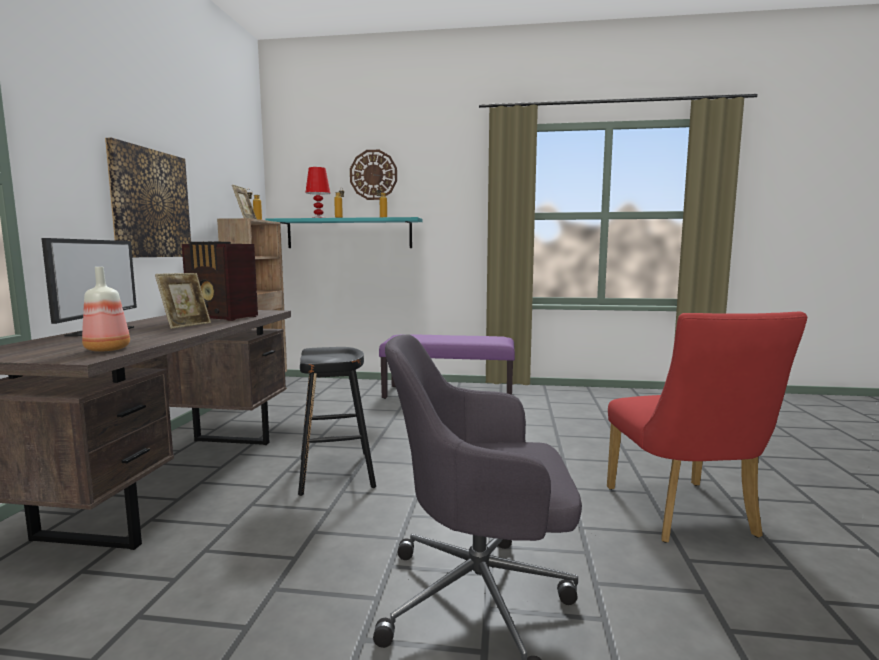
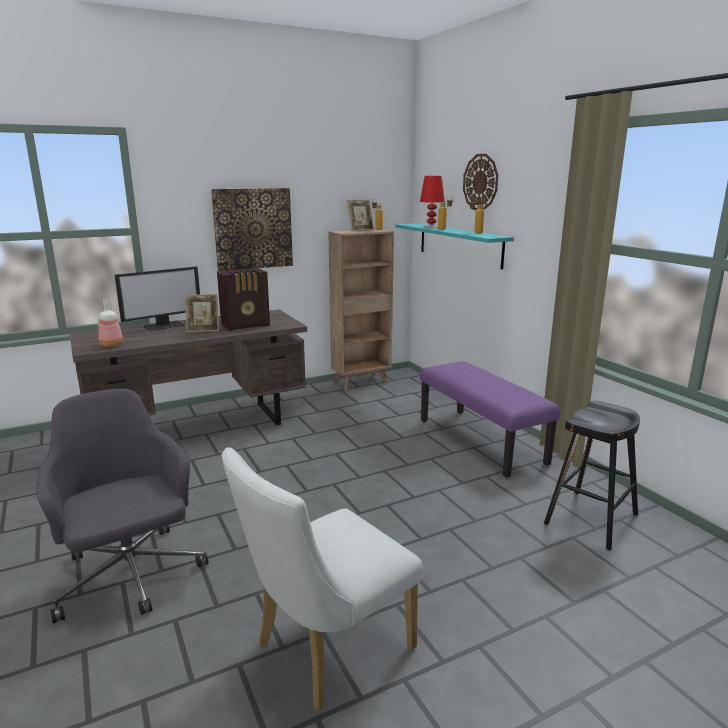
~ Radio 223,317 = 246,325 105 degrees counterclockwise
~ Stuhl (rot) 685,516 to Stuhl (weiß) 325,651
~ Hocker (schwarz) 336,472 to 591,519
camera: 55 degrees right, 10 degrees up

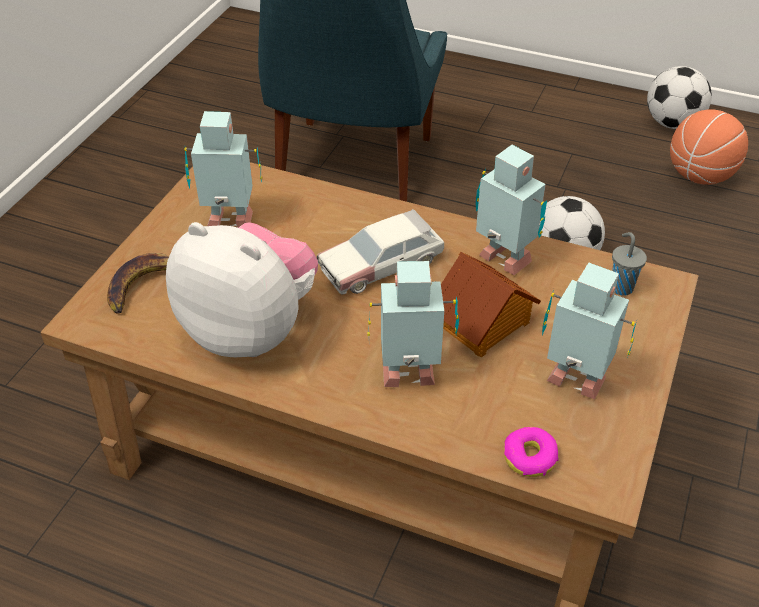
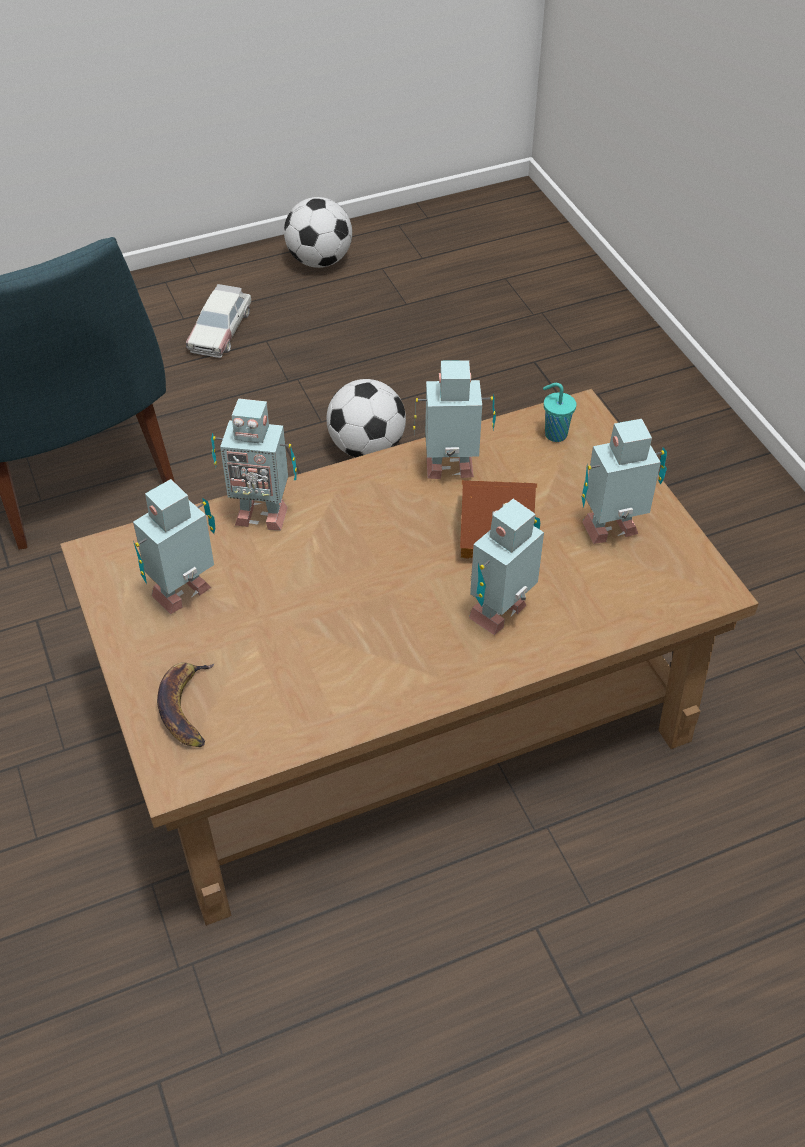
- Basketball 700,176
~ Spielzeugauto 381,263 to 220,330
- Plüschtier 251,330
~ Tasse (grau) 621,287 to Tasse (türkis) 554,434
- Donut 529,458
+ Spielzeugroboter 260,513
camera: 45 degrees left, 5 degrees up

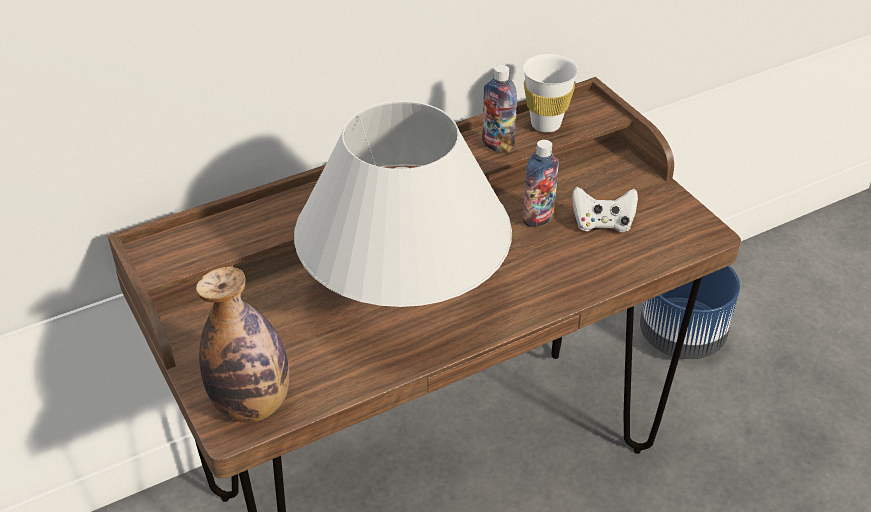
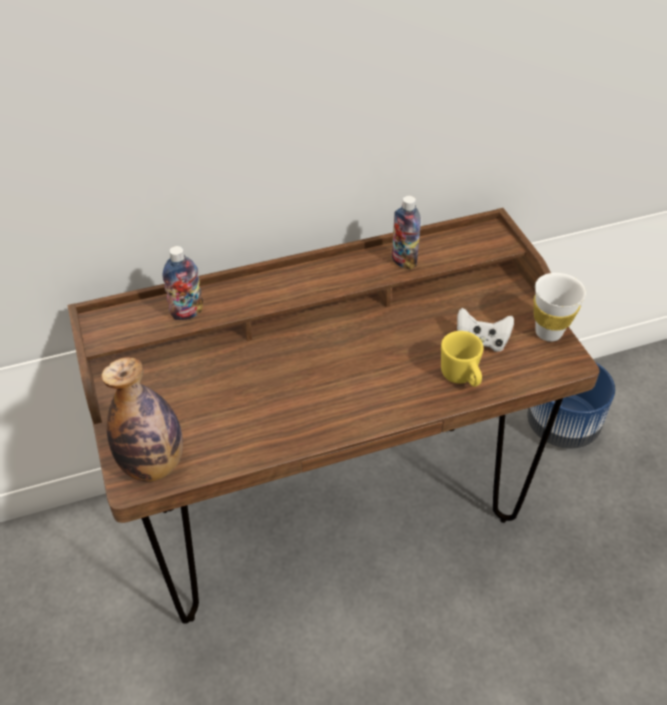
~ Tasse (weiß) 545,124 to 548,332
- Tischlampe (weiß) 405,295
~ Flasche 538,218 to 187,312
+ Henkelbecher (gelb) 461,378
camera: 10 degrees right, 5 degrees up

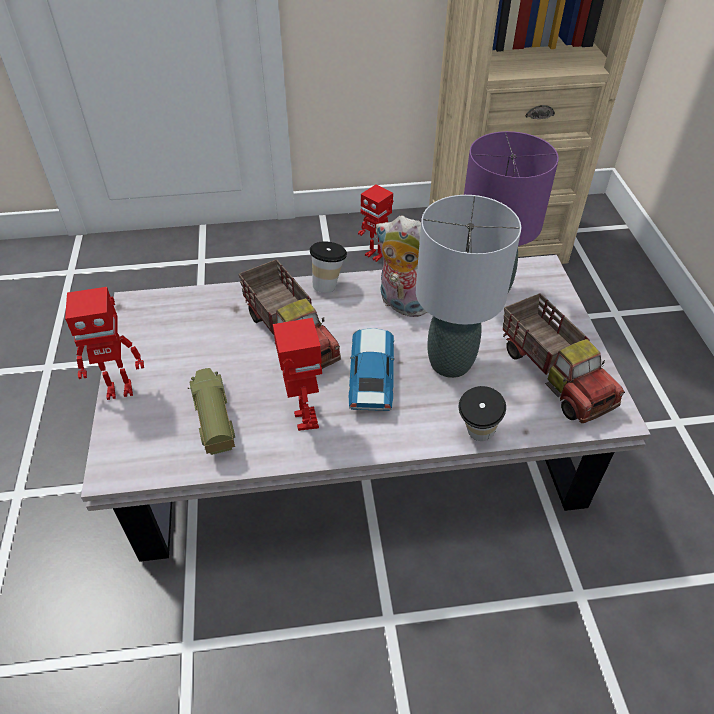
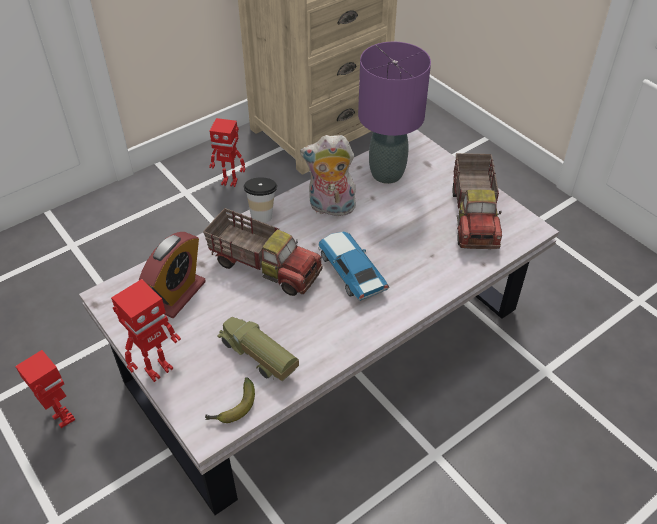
- Tischlampe (grau) 451,363
~ Spielzeuglaster 554,374 = 474,216 60 degrees clockwise
~ Spielzeugroboter 304,420 to 62,419
- Tasse 476,437
+ Wecker 177,294
+ Banane 233,408
camera: 30 degrees left, 0 degrees up

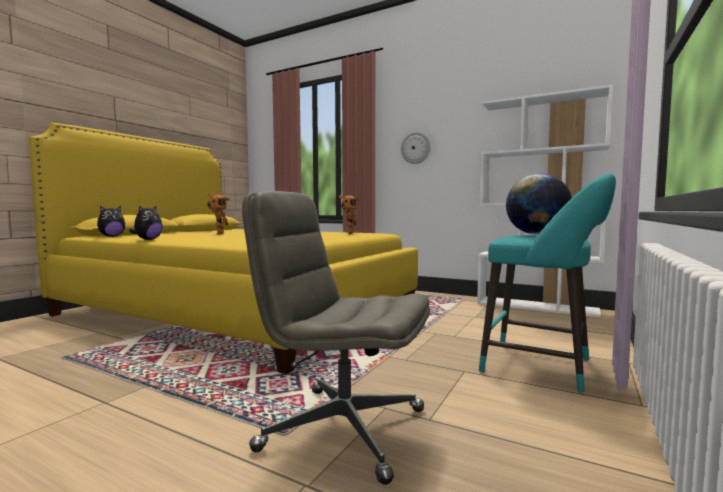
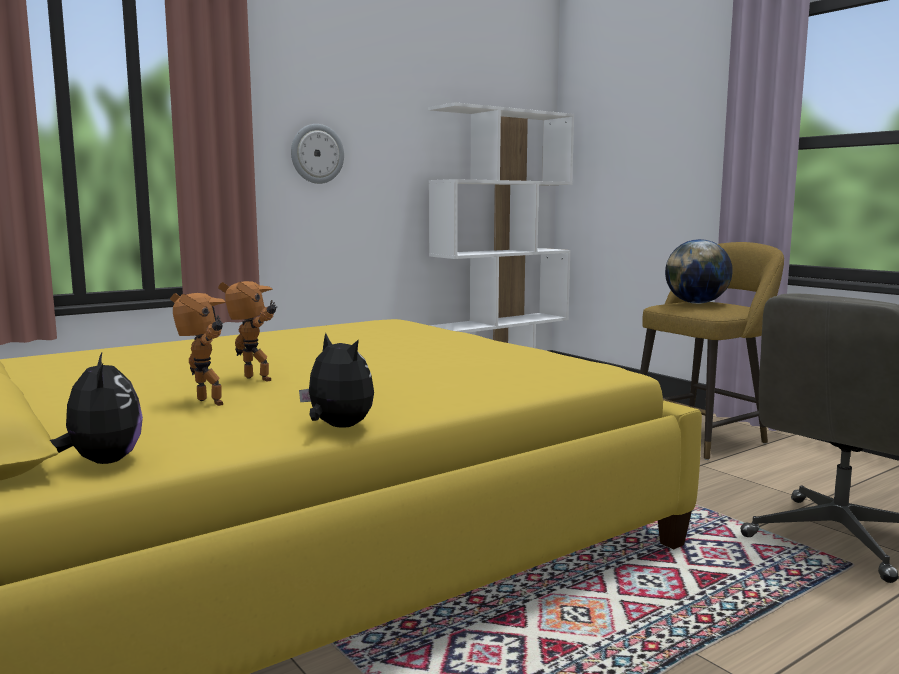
~ Hocker (türkis) 544,367 to Hocker (gelb) 703,438
~ Spielzeugroboter 348,233 to 205,403
camera: 65 degrees left, 5 degrees up

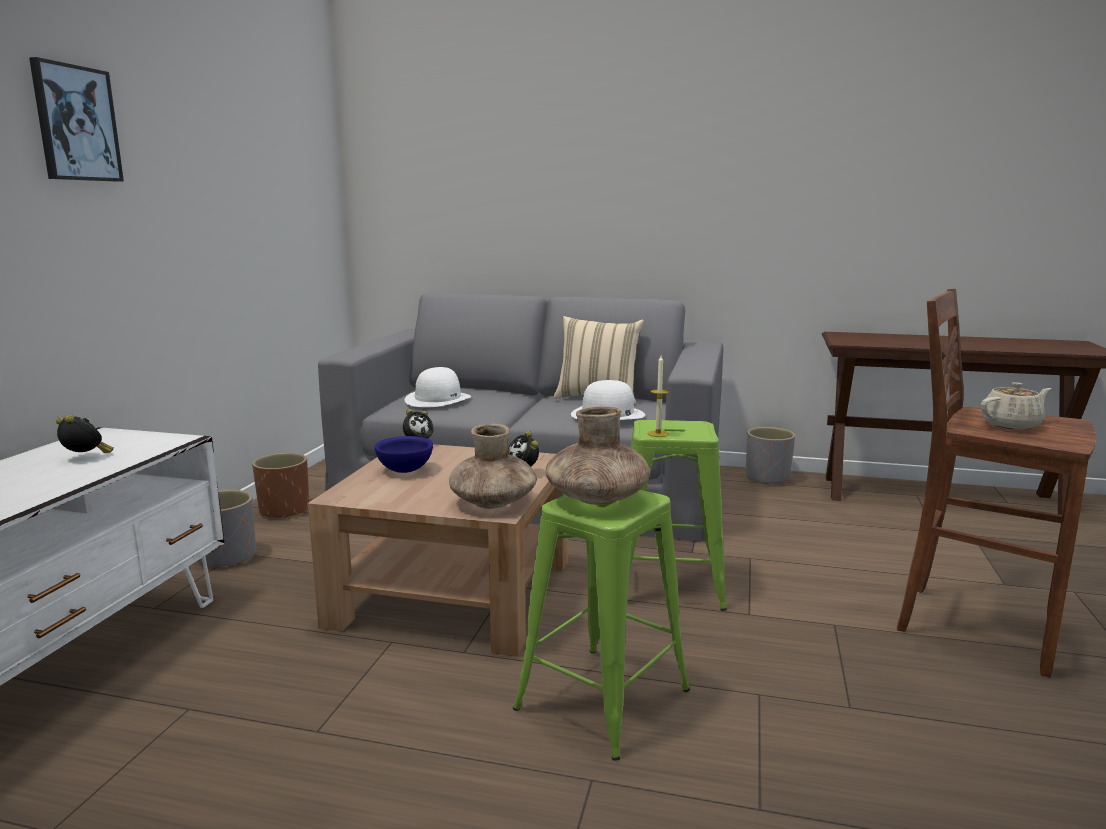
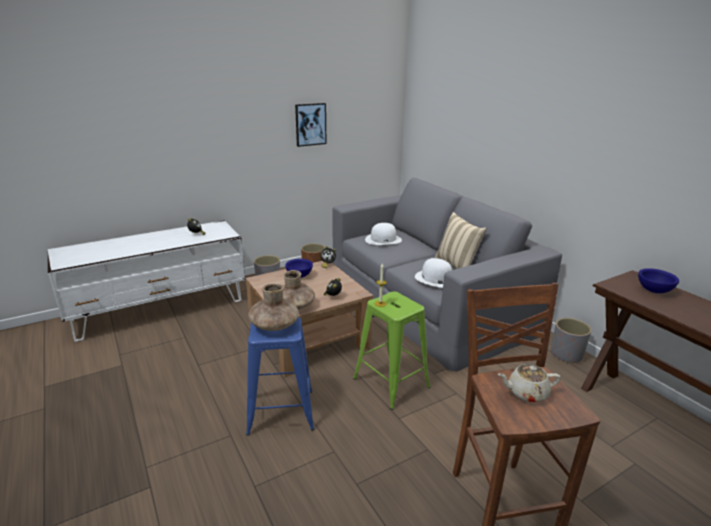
~ Bild 76,123 to 310,124
~ Teekanne (beige) 1011,425 = 526,393 150 degrees clockwise
~ Hocker (grün) 601,700 to Hocker (blau) 280,412
+ Schüssel (blau) 653,290
camera: 45 degrees right, 10 degrees up

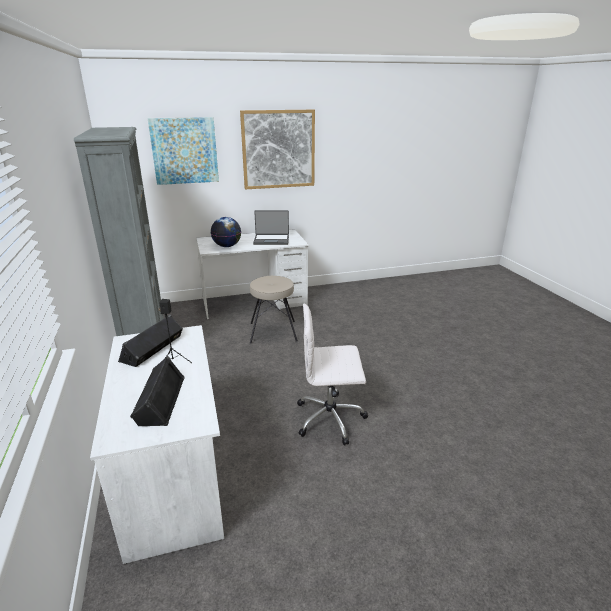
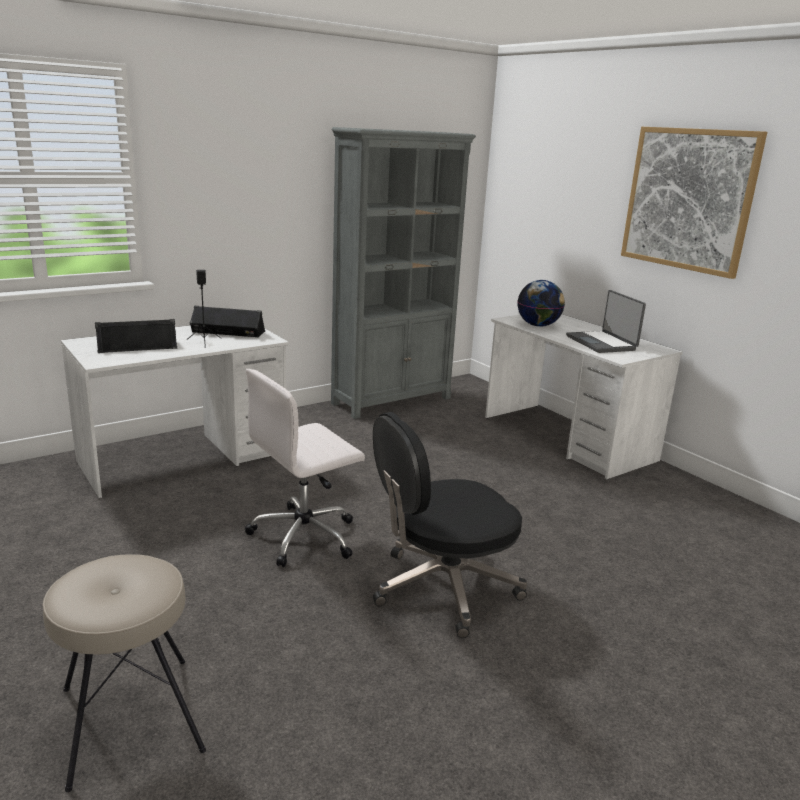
- Bild 184,151
~ Hocker (beige) 273,332 to 129,719
~ Bürostuhl (weiß) 331,418 = 305,536 105 degrees counterclockwise
+ Bürostuhl (schwarz) 442,588
camera: 70 degrees right, 5 degrees down

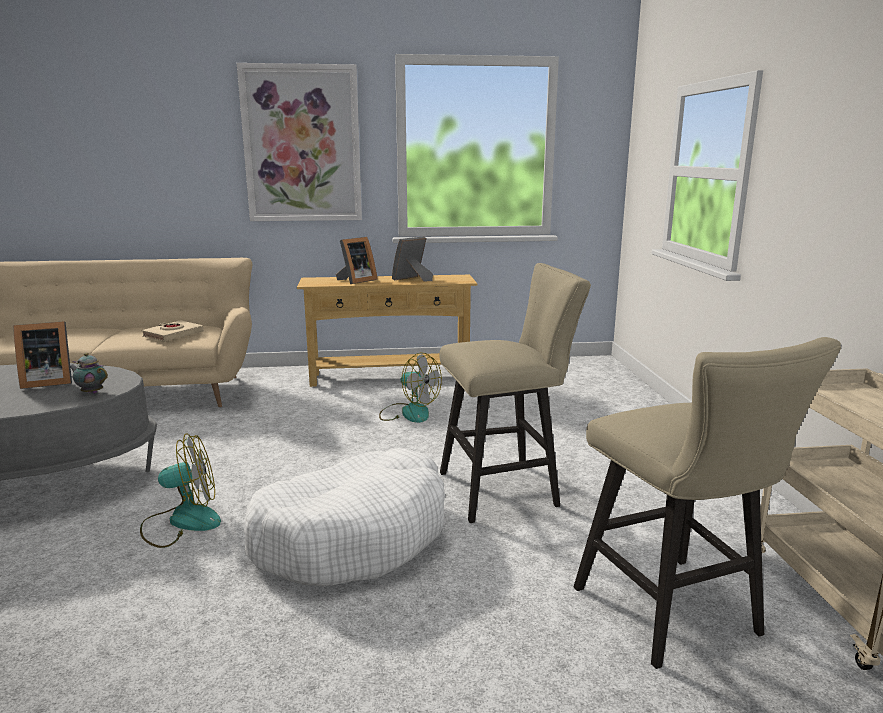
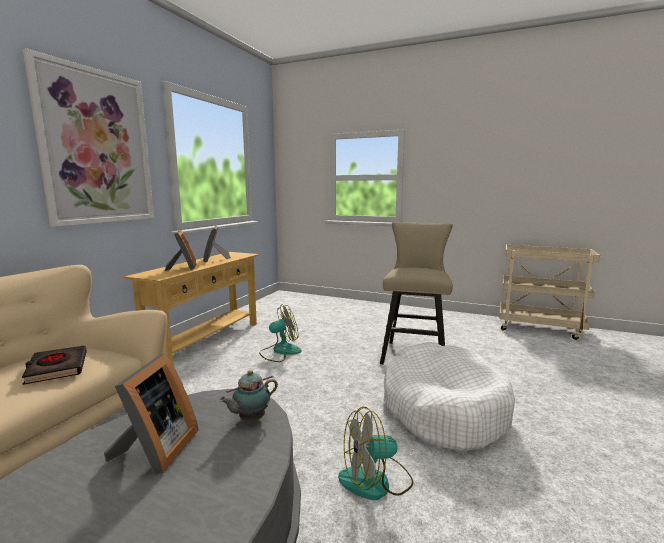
~ Buch (beige) 173,335 to Buch (schwarz) 57,368
- Hocker (beige) 675,617
~ Ventilator 182,522 = 376,481 120 degrees counterclockwise
camera: 60 degrees left, 5 degrees down

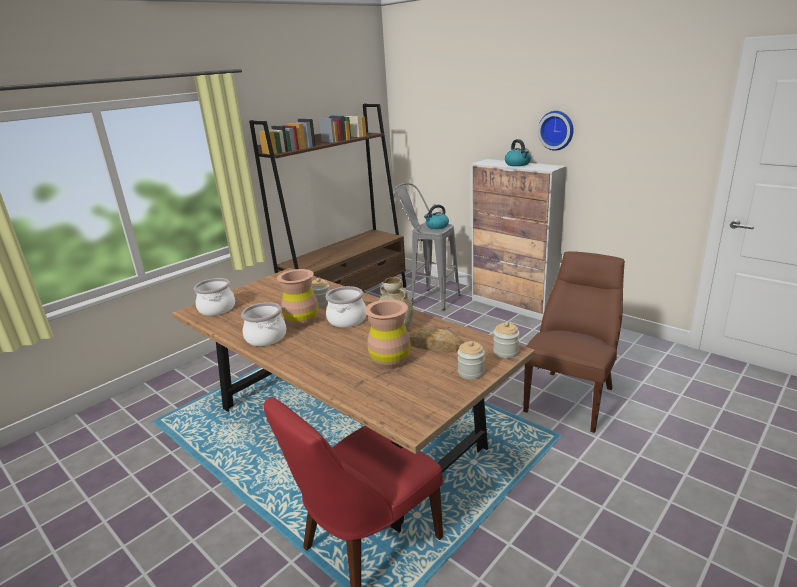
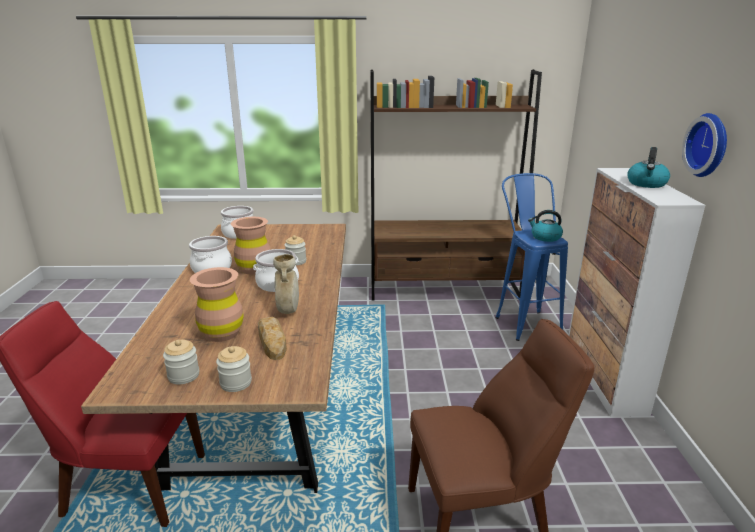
~ Hocker (grau) 428,298 to Hocker (blau) 523,321
~ Vorratsglas 506,352 to 183,376
camera: 45 degrees right, 0 degrees up

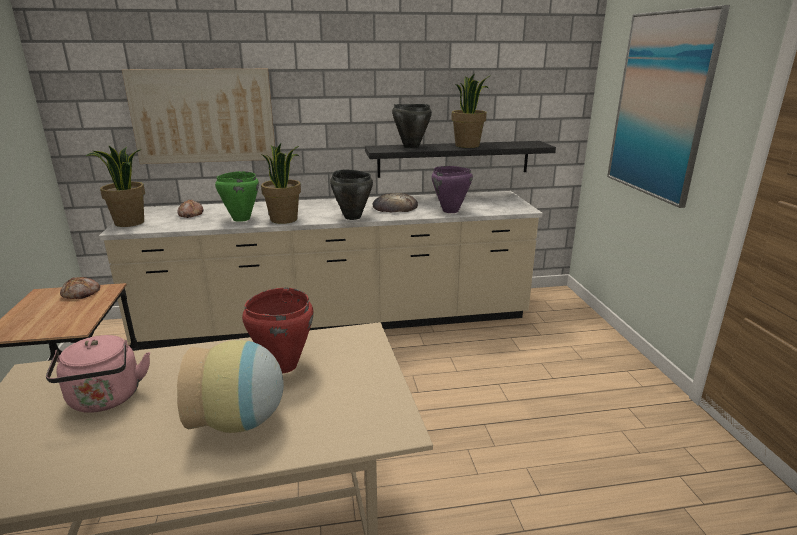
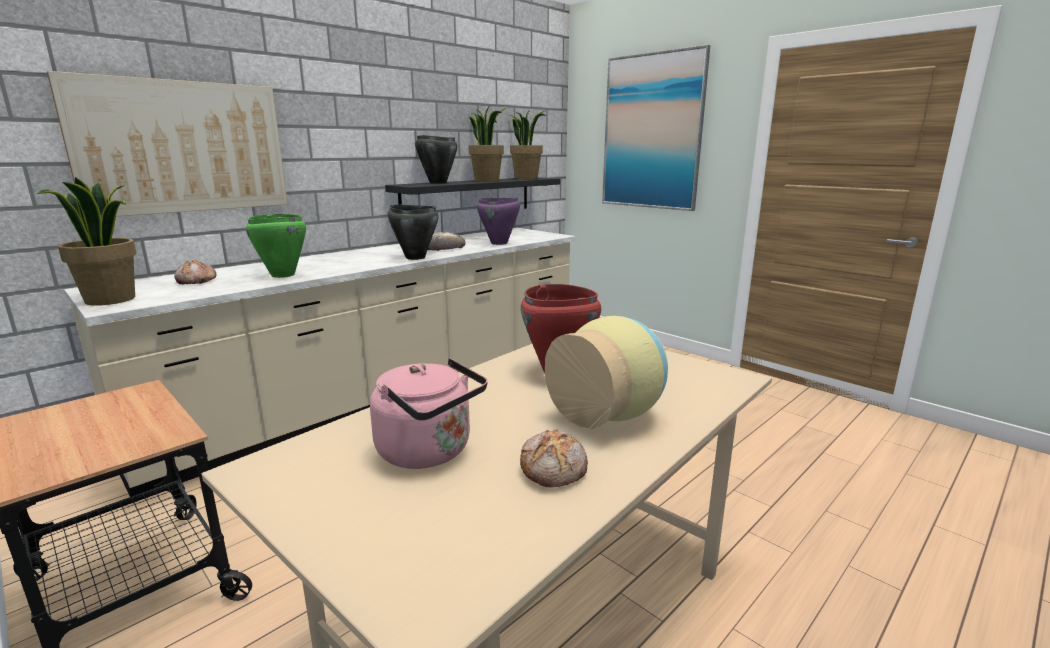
~ Topfpflanze 284,219 to 526,178
~ Brot 82,293 to 555,469
camera: 35 degrees left, 5 degrees down

